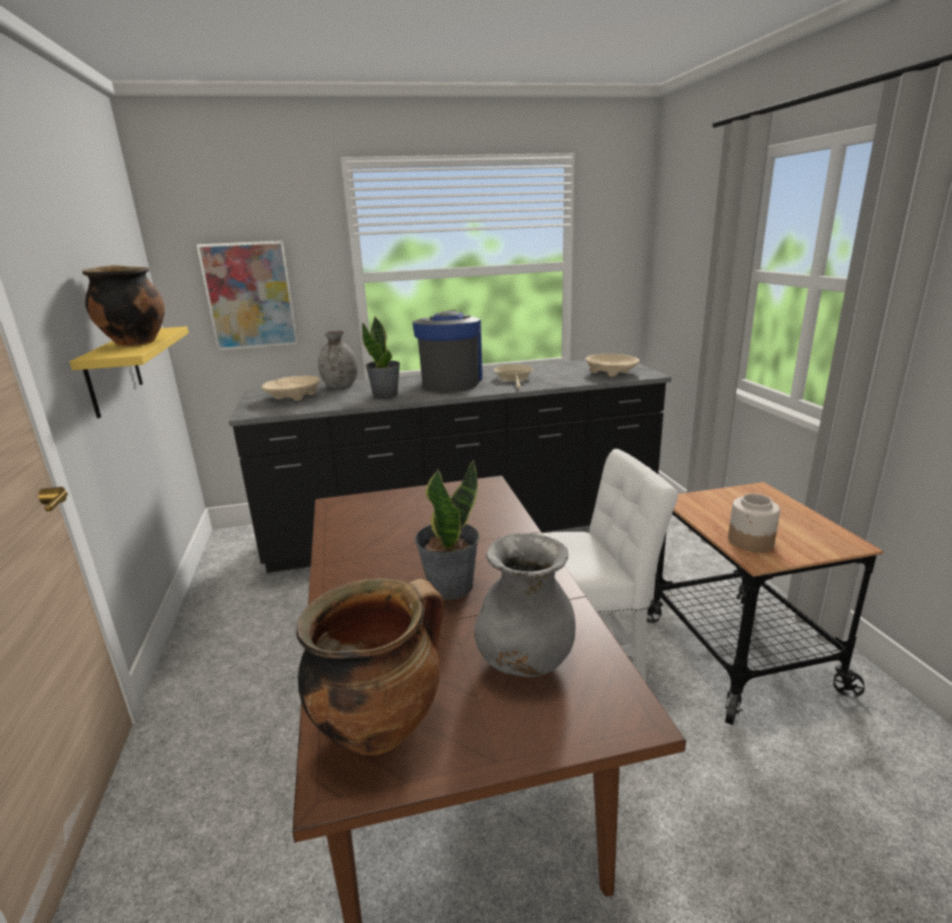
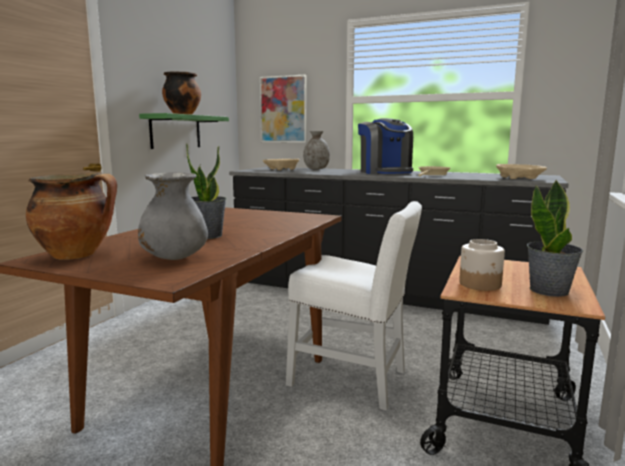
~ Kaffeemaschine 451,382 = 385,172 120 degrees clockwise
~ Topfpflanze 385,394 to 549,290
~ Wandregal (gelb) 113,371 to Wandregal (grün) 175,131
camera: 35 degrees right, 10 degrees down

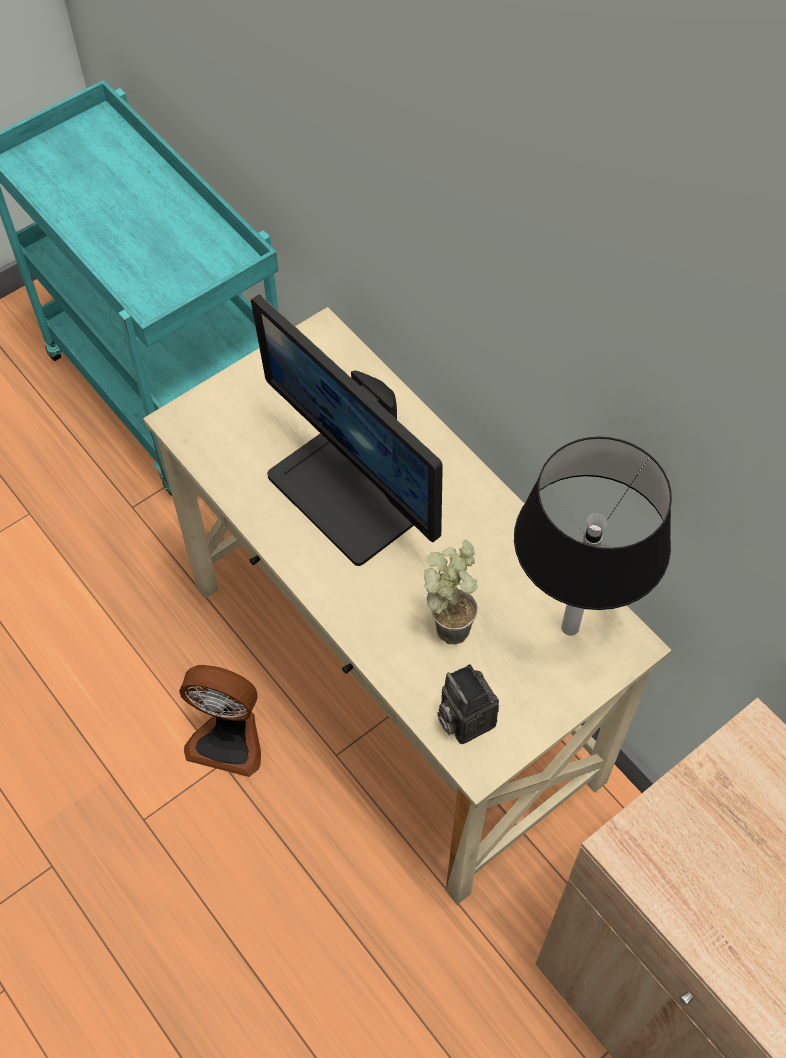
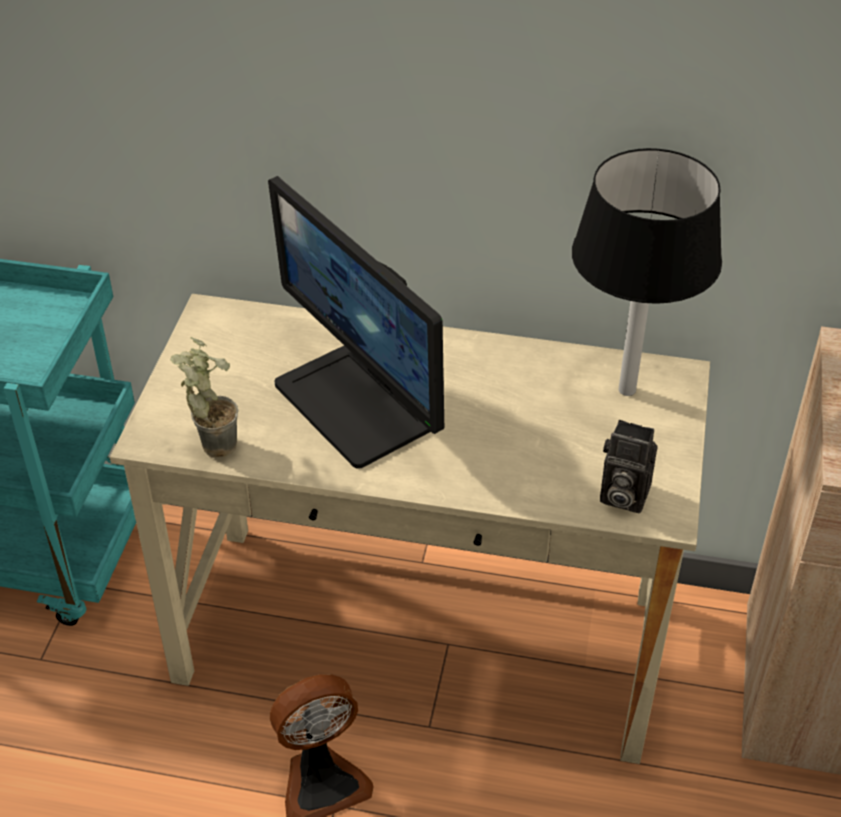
~ Monitor 350,493 = 358,404 45 degrees clockwise
~ Topfpflanze 450,621 to 211,442
camera: 40 degrees left, 15 degrees down

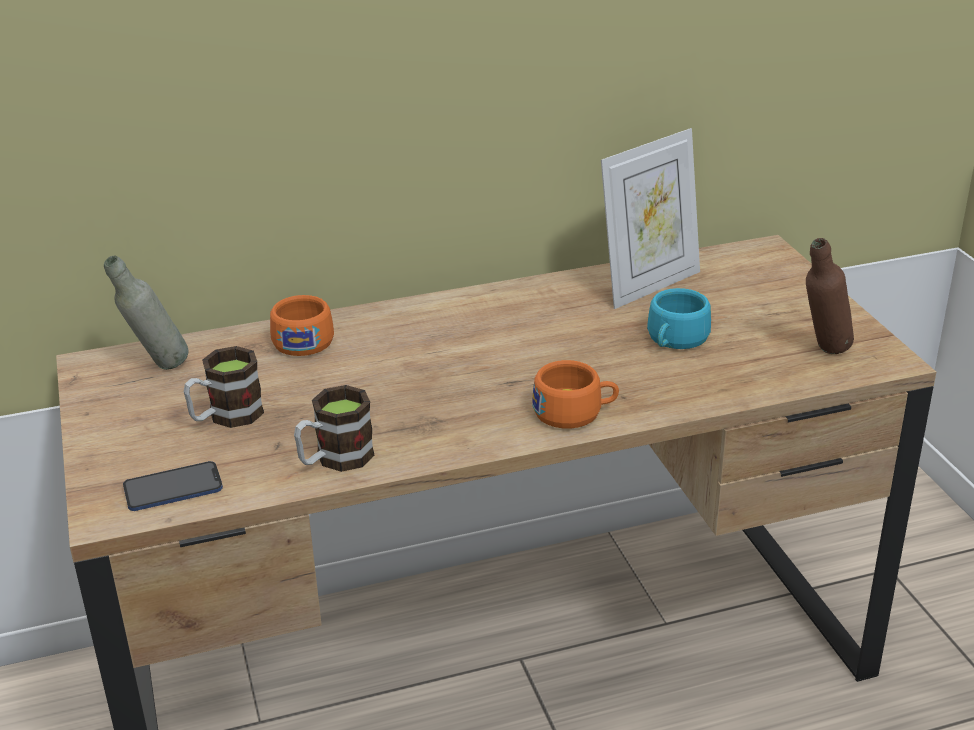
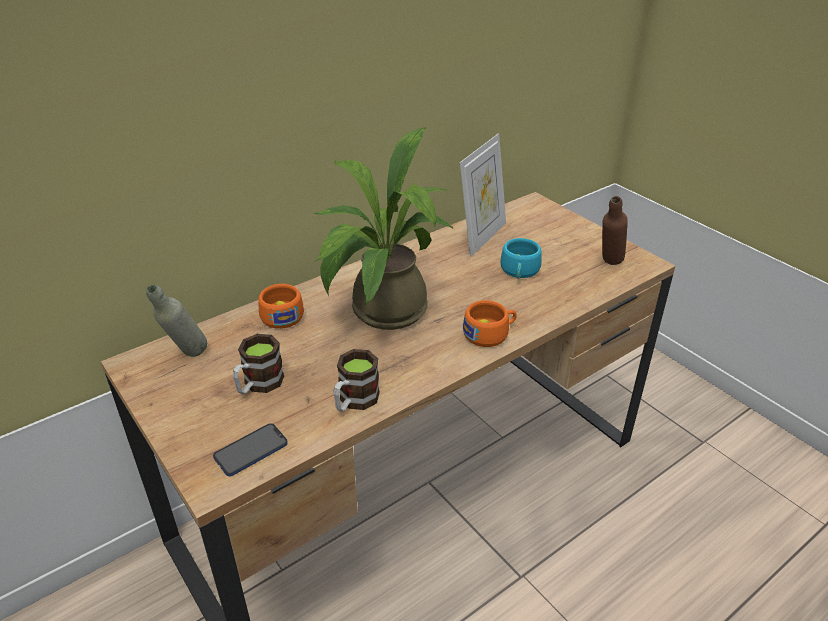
+ Topfpflanze 381,314
camera: 20 degrees left, 5 degrees up

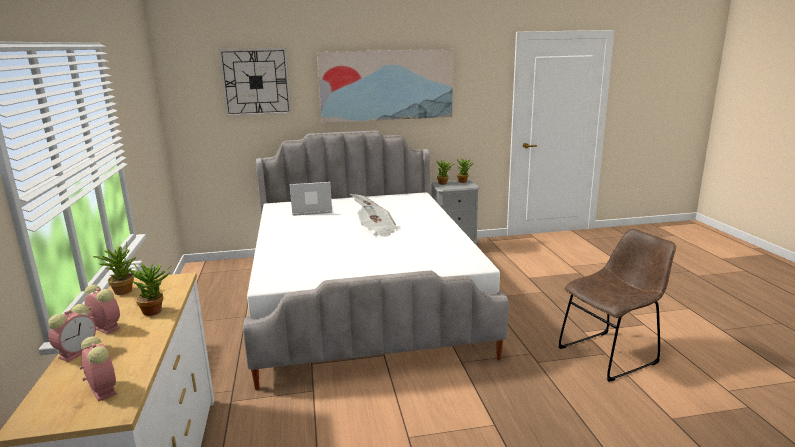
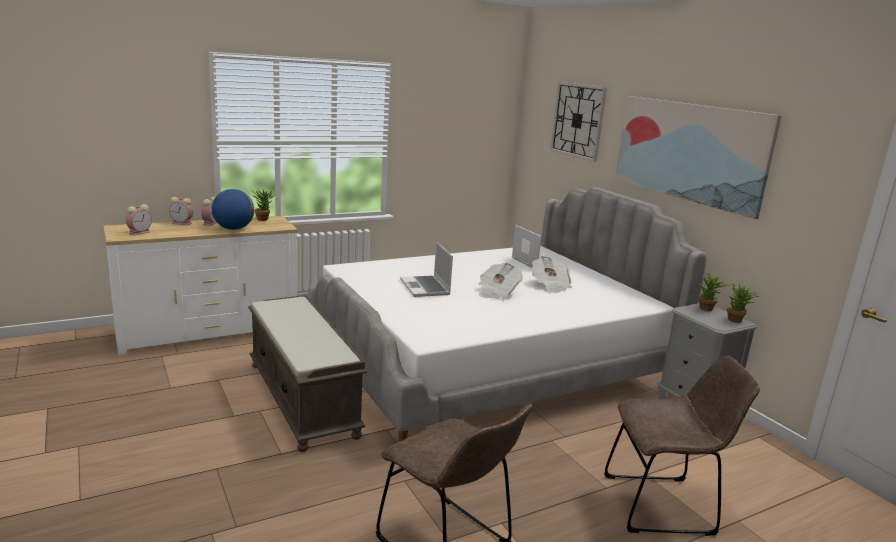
~ Topfpflanze 156,310 to Globus 233,229
+ Laptop 426,288
+ Bank (braun) 303,399
+ Stuhl (braun) 663,505
camera: 70 degrees right, 0 degrees up

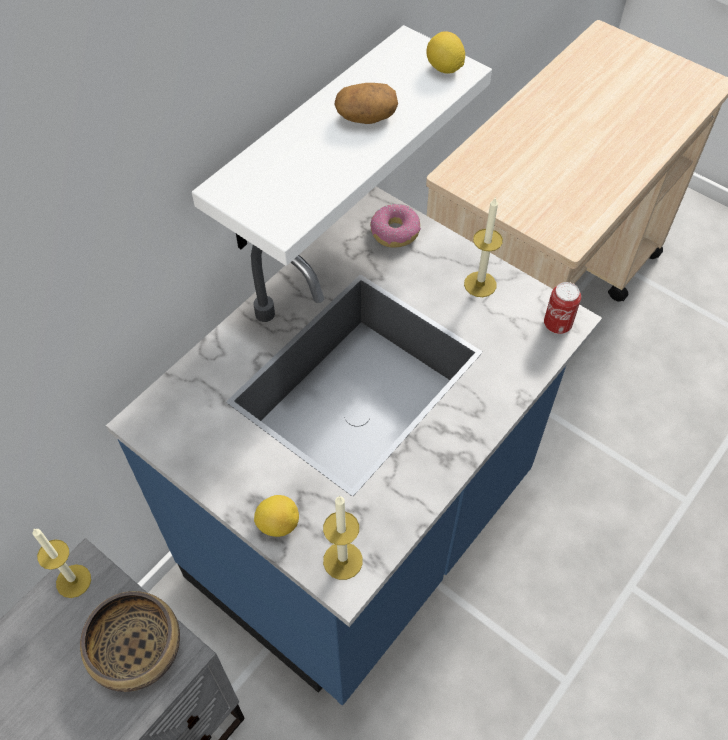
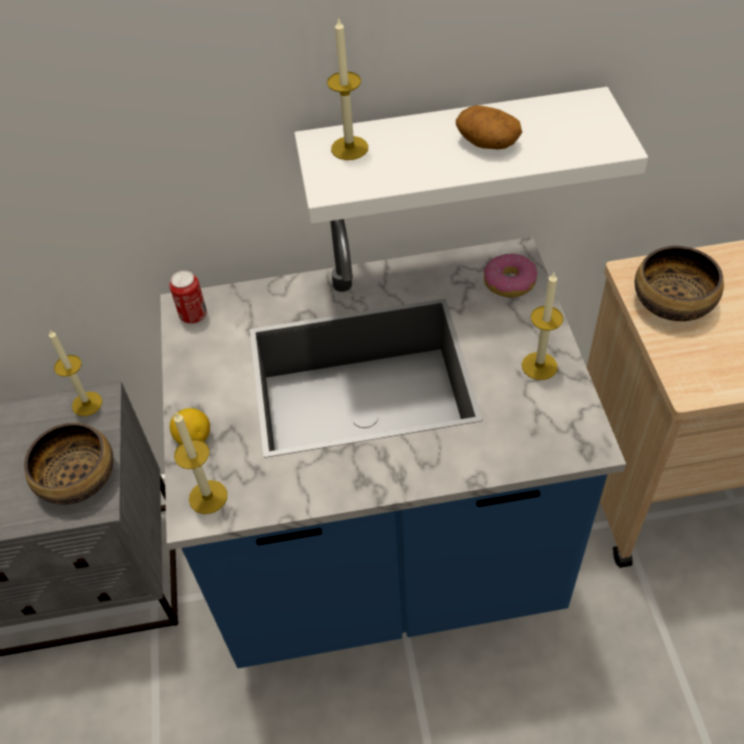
- Zitrone 444,68
~ Dose 557,325 to 193,316
+ Kerze 349,148
+ Schüssel 673,302
camera: 45 degrees right, 5 degrees down

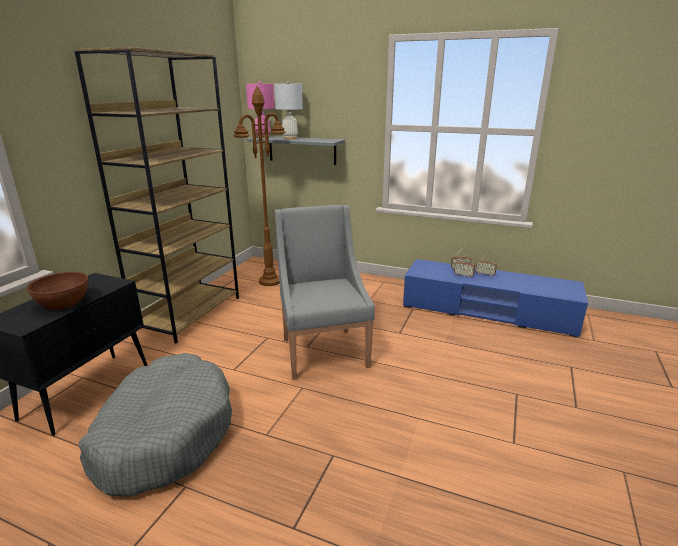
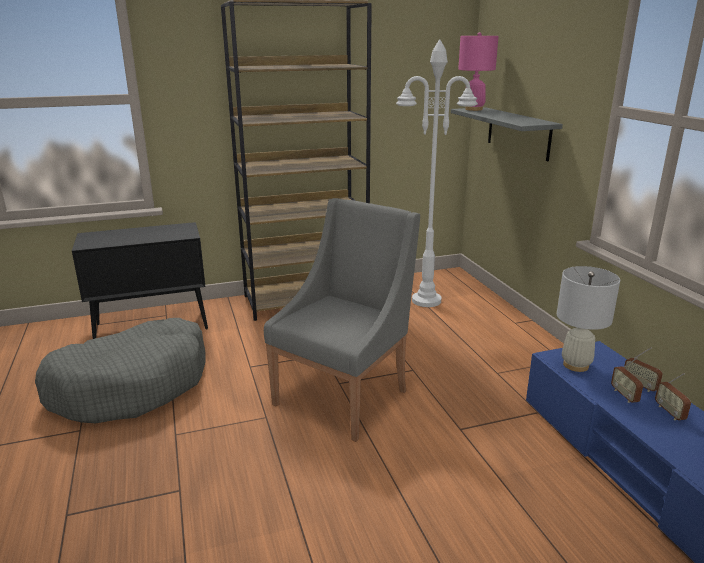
~ Tischlampe (weiß) 290,138 to 576,365
~ Stehlampe (braun) 270,281 to Stehlampe (weiß) 427,300
- Schüssel (braun) 64,303
camera: 50 degrees right, 0 degrees up

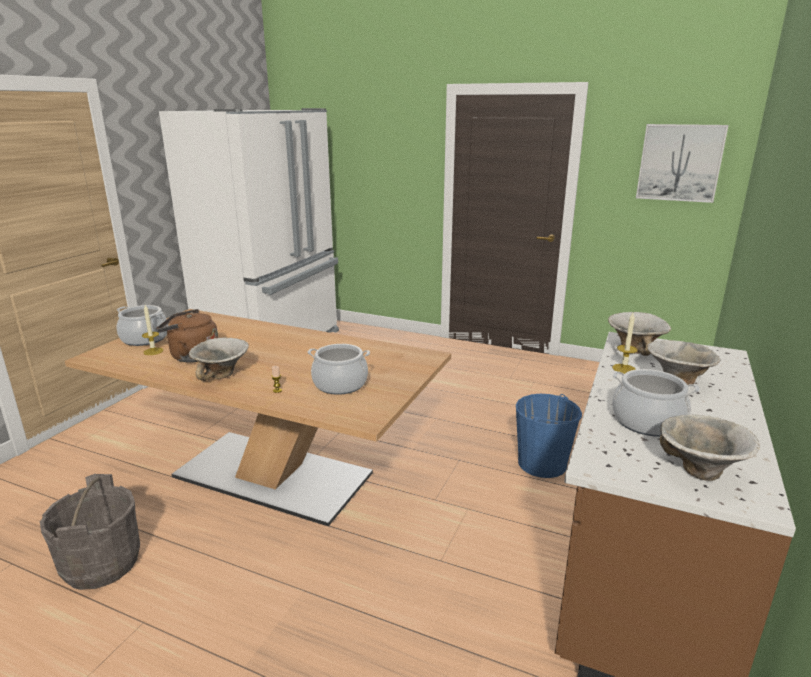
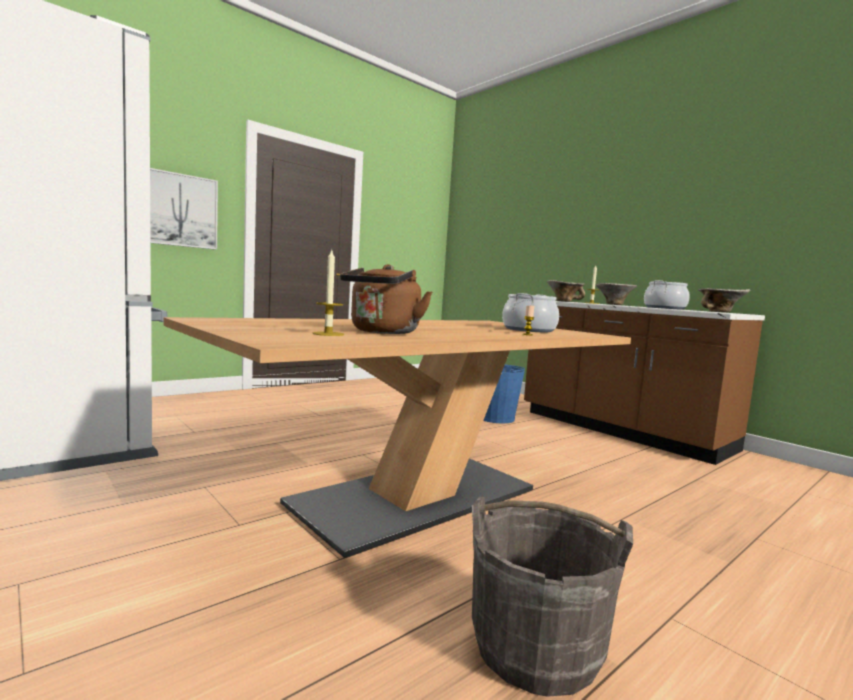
~ Bild 679,163 to 179,210
- Kochtopf 144,339
- Schüssel 222,375
camera: 65 degrees left, 15 degrees down

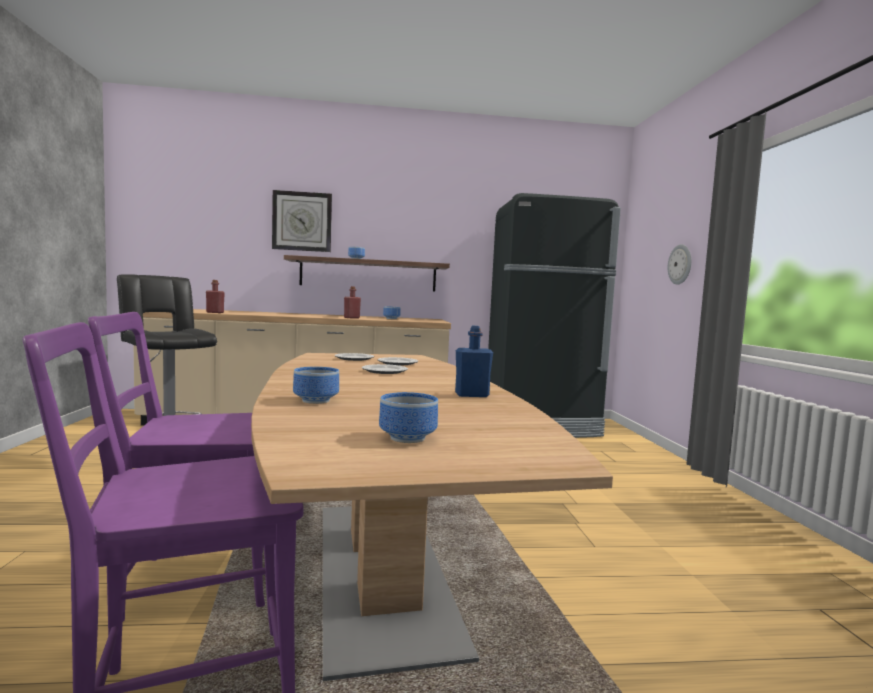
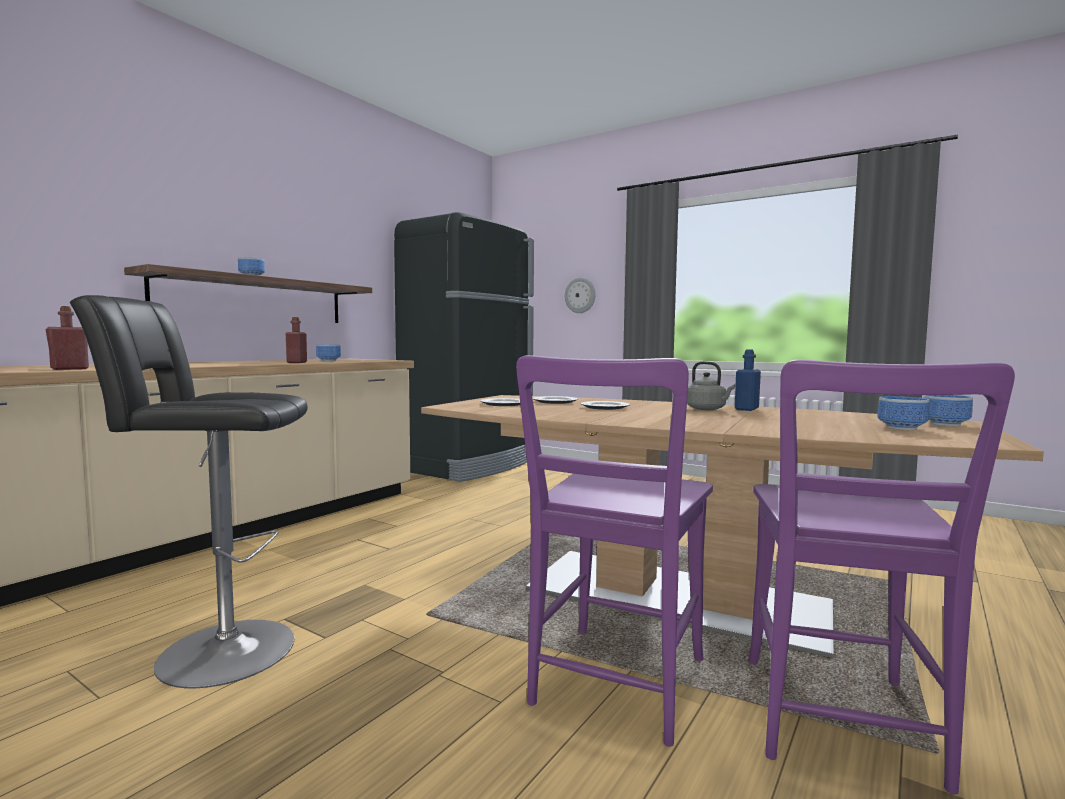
- Wanduhr 302,221
~ Schüssel 314,400 to 944,424
+ Wasserkessel (grau) 708,409
camera: 50 degrees left, 0 degrees up

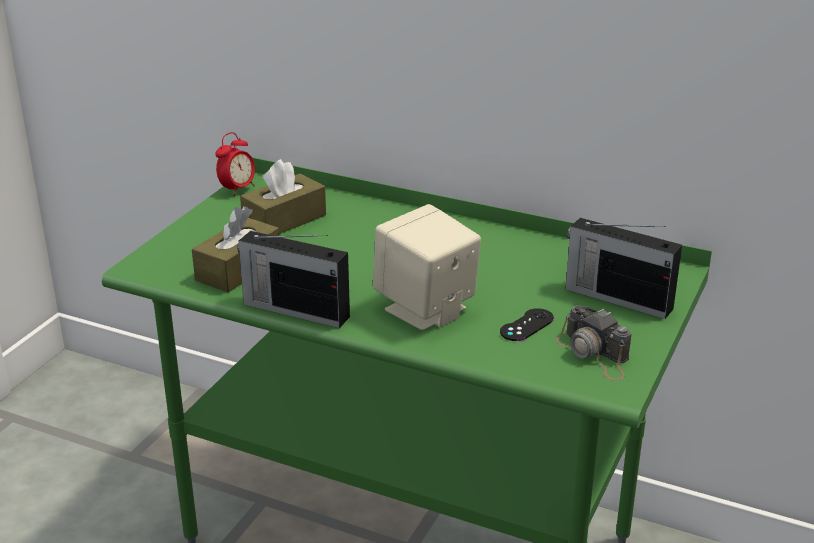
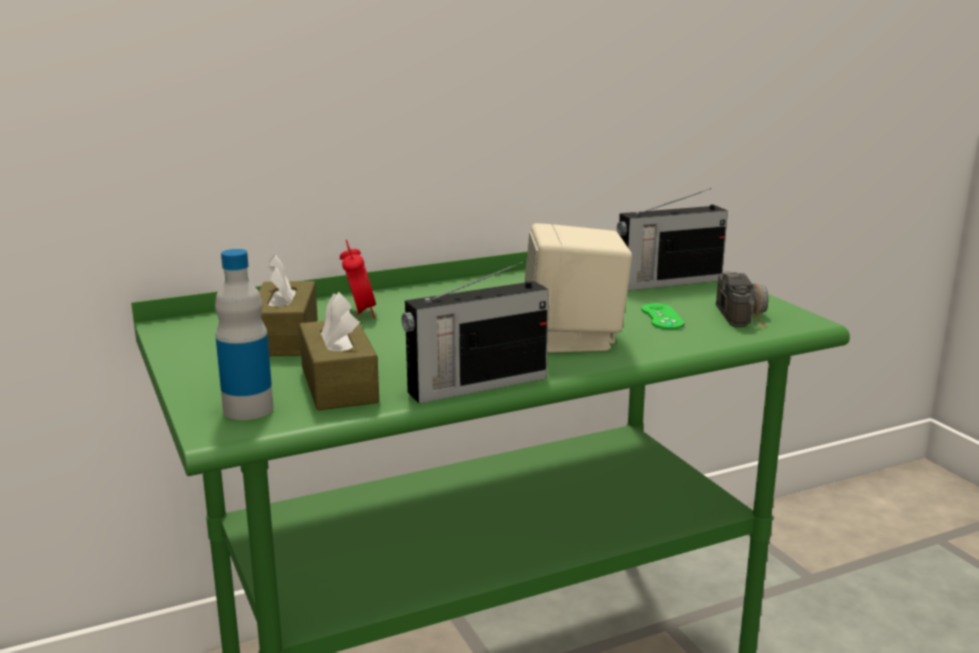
~ Wecker 237,189 to 359,314
~ Kamera 594,354 = 742,312 90 degrees counterclockwise
~ Gamepad (schwarz) 526,325 to Gamepad (grün) 662,317
+ Flasche 248,409
camera: 50 degrees left, 10 degrees down

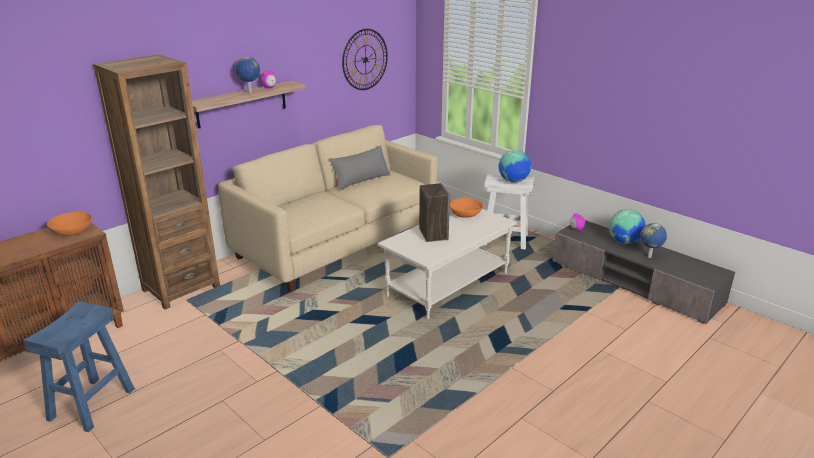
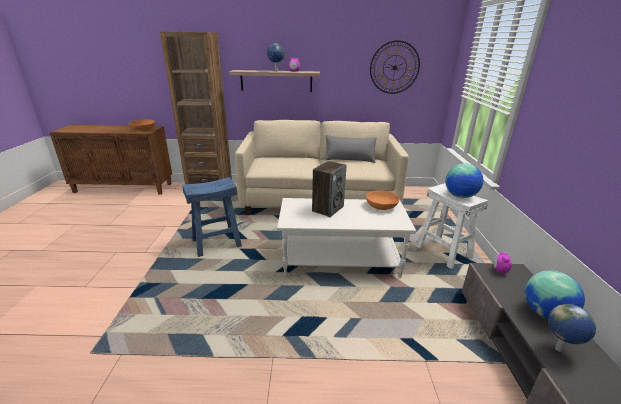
~ Hocker (blau) 91,403 to 217,243
camera: 45 degrees right, 0 degrees up

